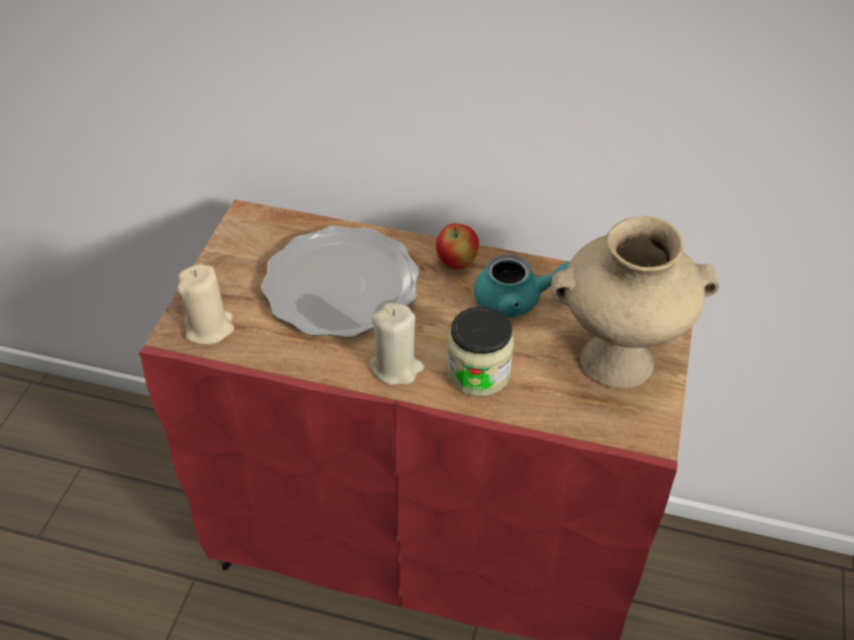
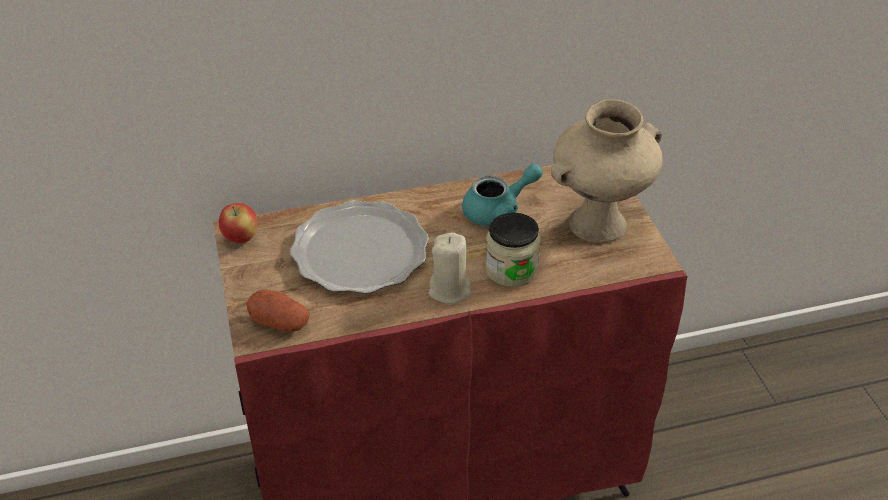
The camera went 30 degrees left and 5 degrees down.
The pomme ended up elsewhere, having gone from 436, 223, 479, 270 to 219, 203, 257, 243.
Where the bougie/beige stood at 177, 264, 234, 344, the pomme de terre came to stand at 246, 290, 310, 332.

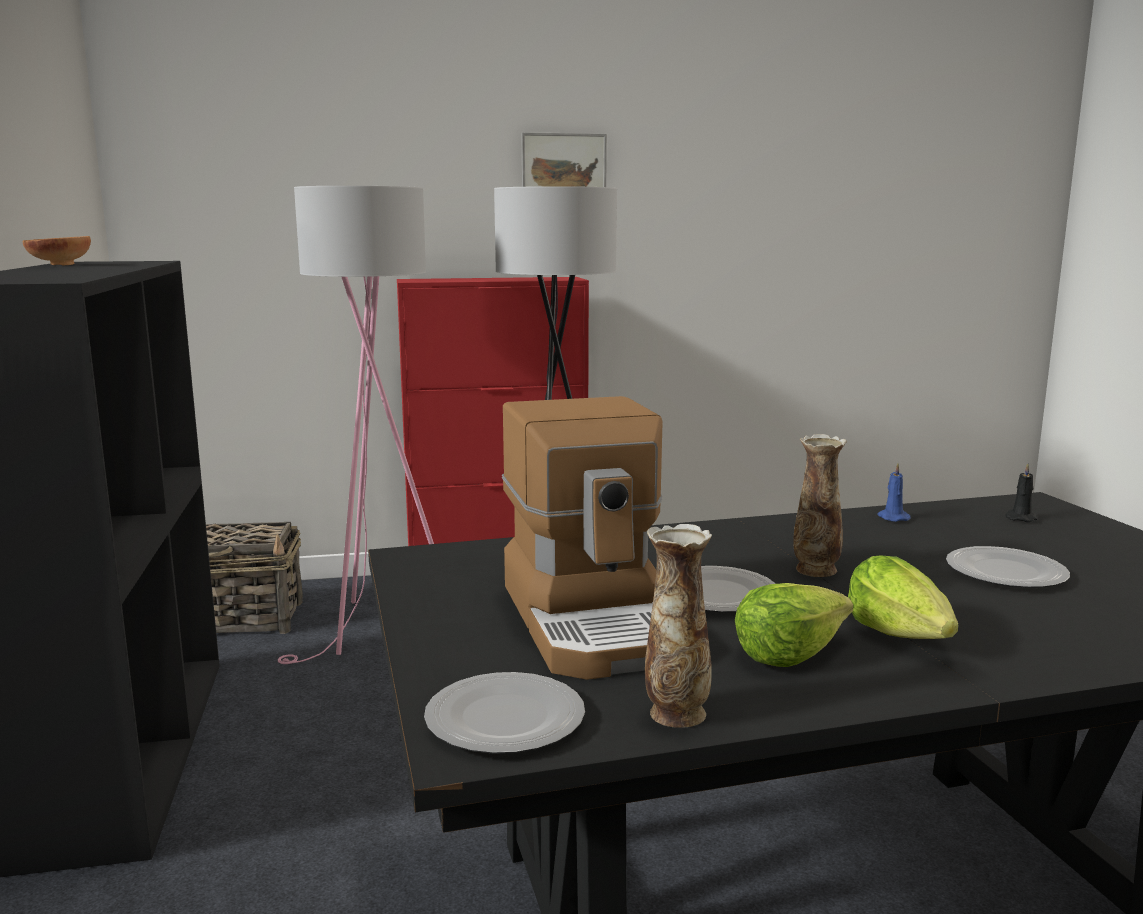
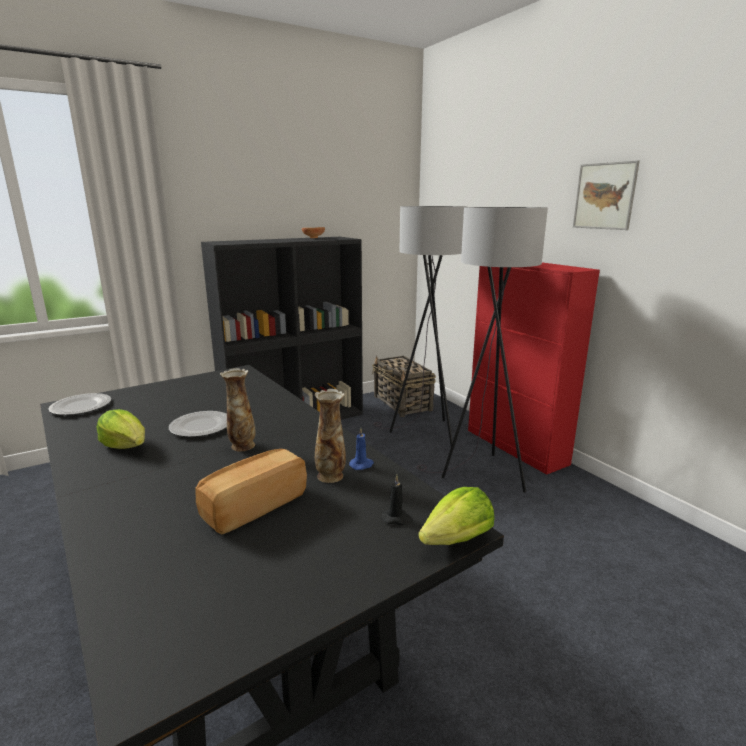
The camera went 70 degrees right and 5 degrees up.
Where the assiette stood at 946, 546, 1070, 588, the pain came to stand at 195, 449, 307, 534.
The vase ended up elsewhere, having gone from 645, 524, 712, 728 to 315, 389, 346, 483.
What was the lampadaire/rose at 278, 186, 434, 664 turned into the lampadaire/gris at 373, 206, 467, 446.
The laitue ended up elsewhere, having gone from 848, 555, 958, 639 to 418, 487, 495, 545.
The second view lost the machine à café at 502, 396, 662, 680.

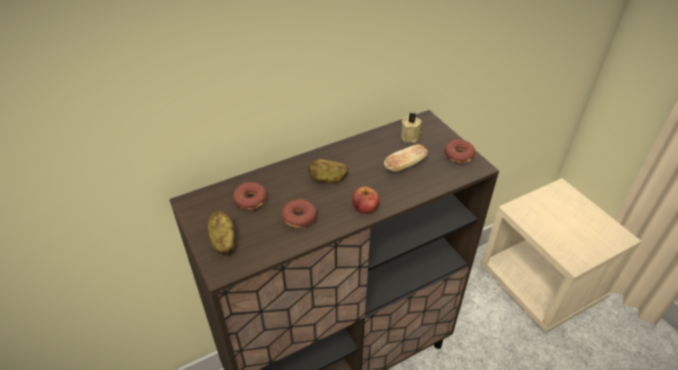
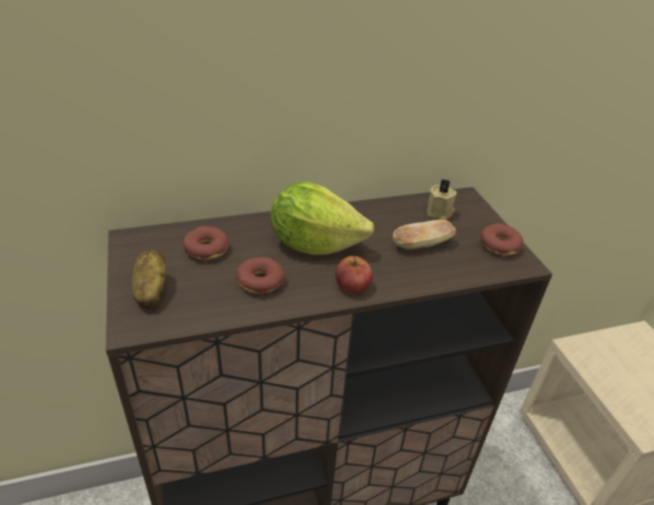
The camera went 10 degrees right and 5 degrees down.
Where the pomme de terre stood at 308, 159, 348, 184, the laitue came to stand at 271, 182, 374, 255.

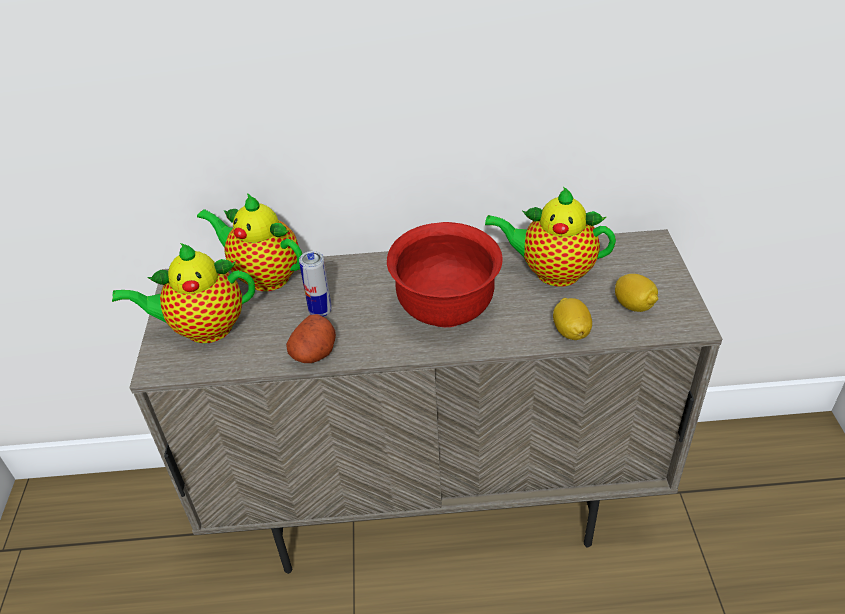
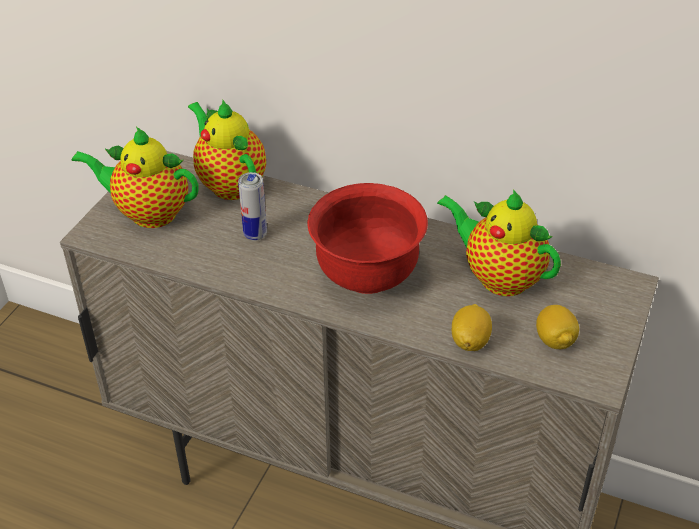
The camera went 25 degrees right and 0 degrees up.
The second view lost the pomme de terre at 286, 314, 336, 363.

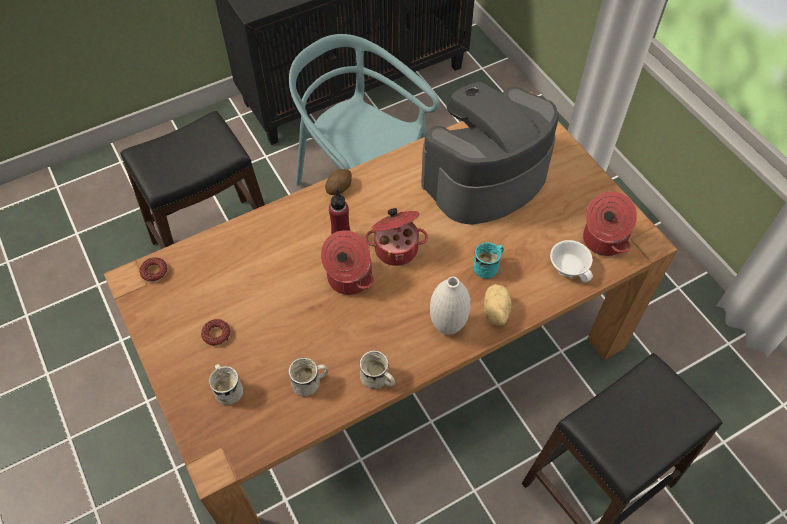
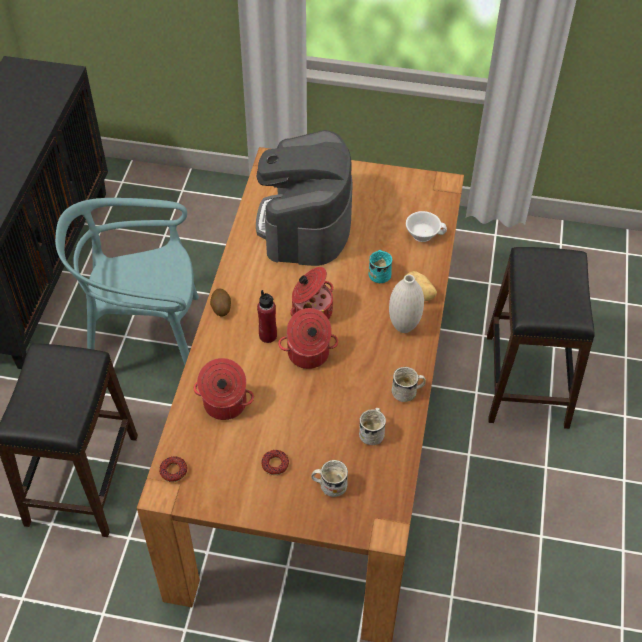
The camera went 50 degrees left and 5 degrees down.
The marmite ended up elsewhere, having gone from 583, 191, 637, 256 to 194, 358, 254, 420.

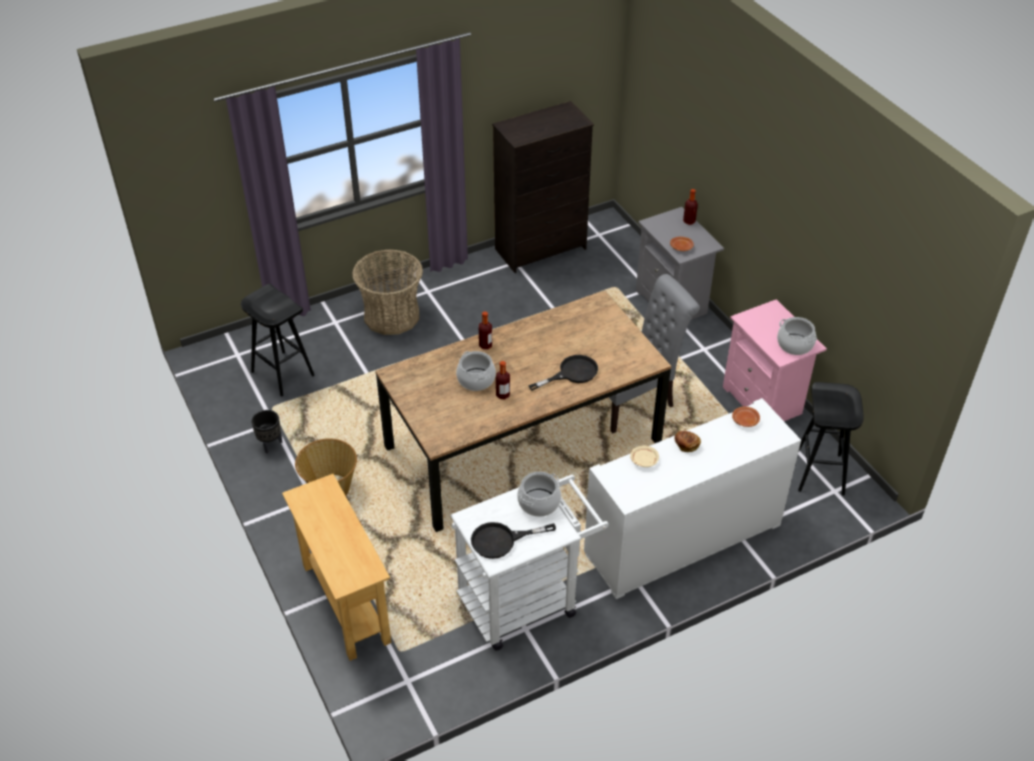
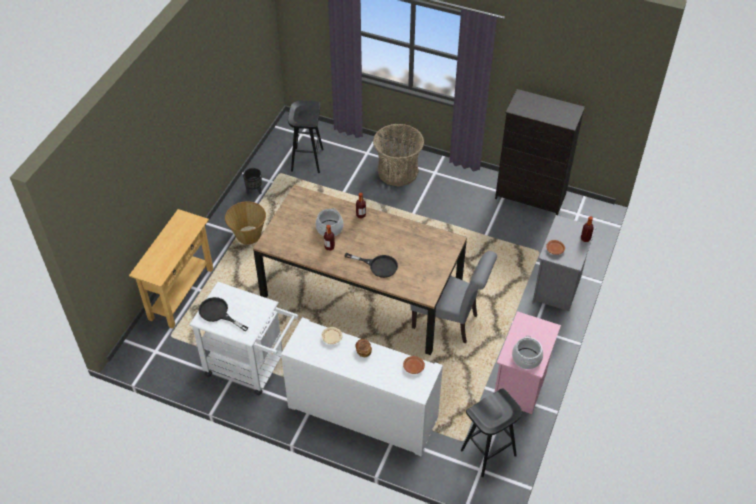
The camera went 50 degrees right and 5 degrees up.
The second view lost the marmite at 517, 472, 561, 517.

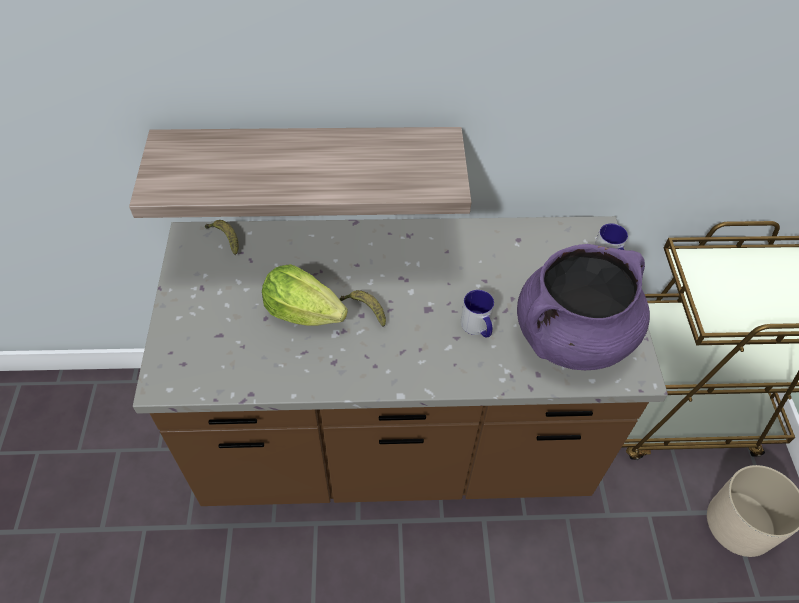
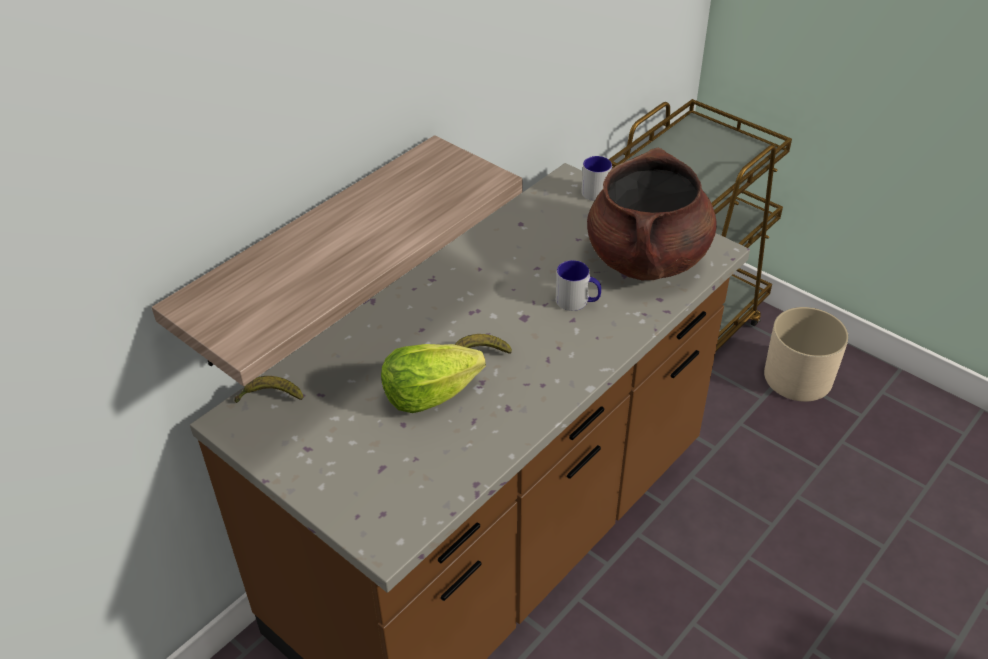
The camera went 45 degrees left and 10 degrees down.
What was the marmite/violet at 517, 244, 650, 370 turned into the marmite/marron at 587, 148, 717, 280.

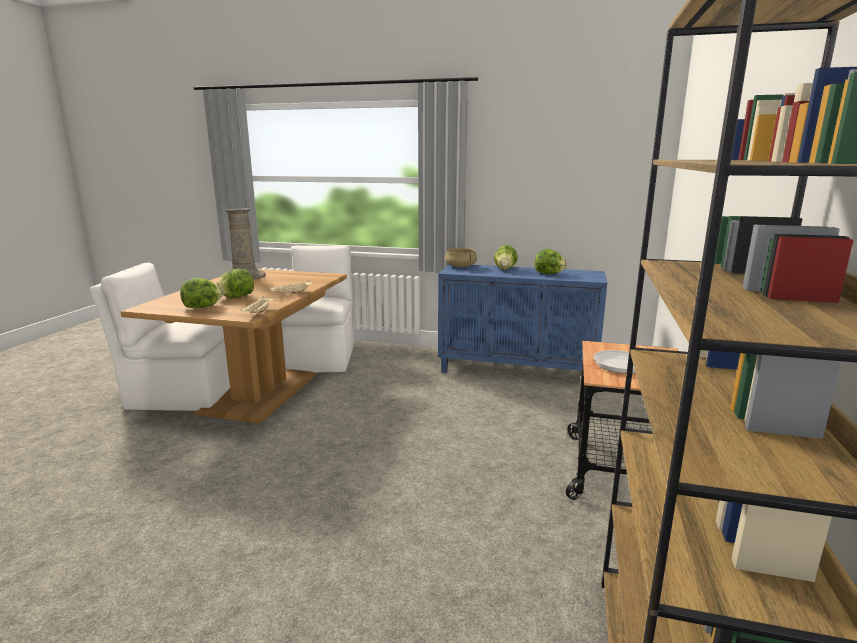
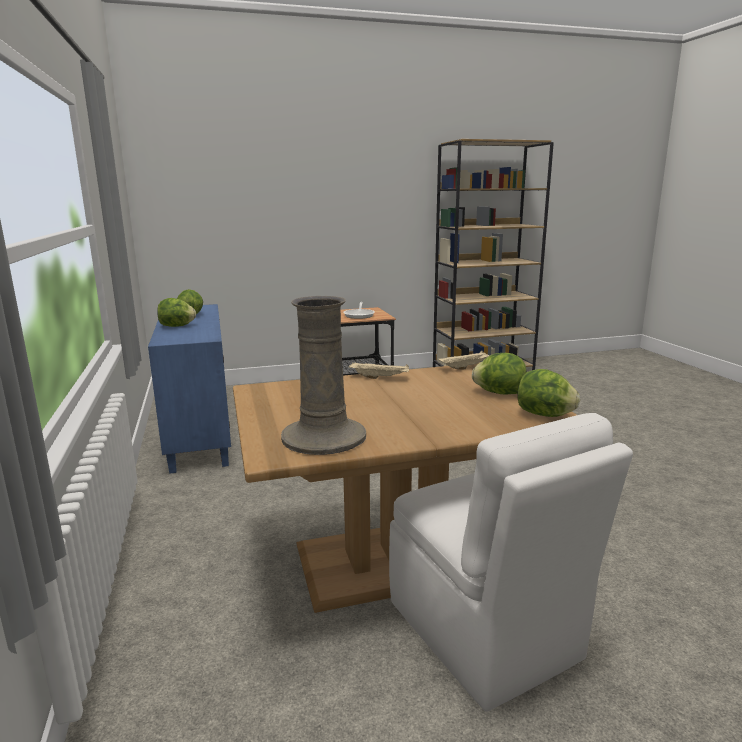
The camera went 120 degrees left and 0 degrees up.
The laitue ended up elsewhere, having gone from 216, 269, 254, 298 to 517, 369, 580, 417.
The second view lost the chaise/blanc at 282, 245, 354, 372.
The second view lost the marmite/beige at 445, 248, 477, 267.

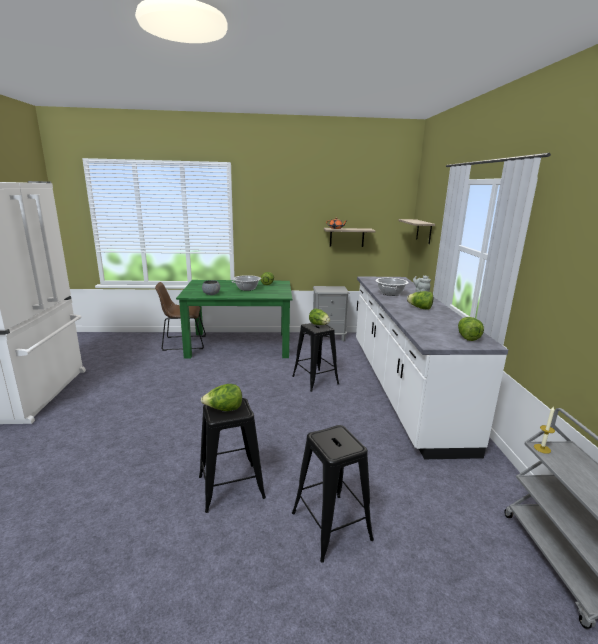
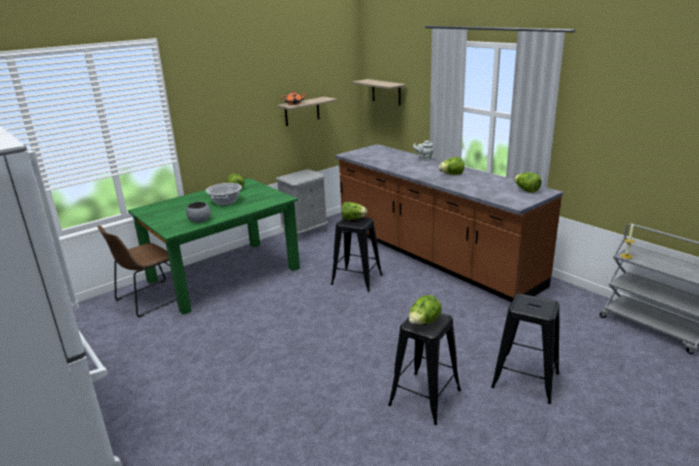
The camera went 35 degrees left and 5 degrees up.
What was the comptoir de cuisine/blanc at 356, 276, 508, 459 turned into the comptoir de cuisine/marron at 336, 144, 563, 302.
The second view lost the marmite at 375, 278, 409, 296.

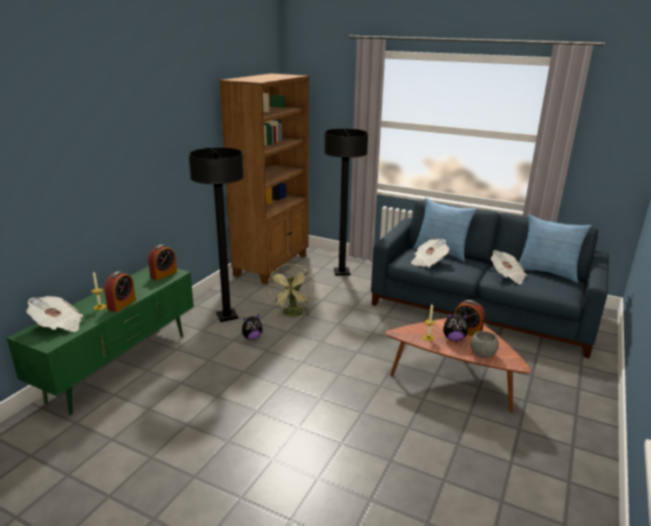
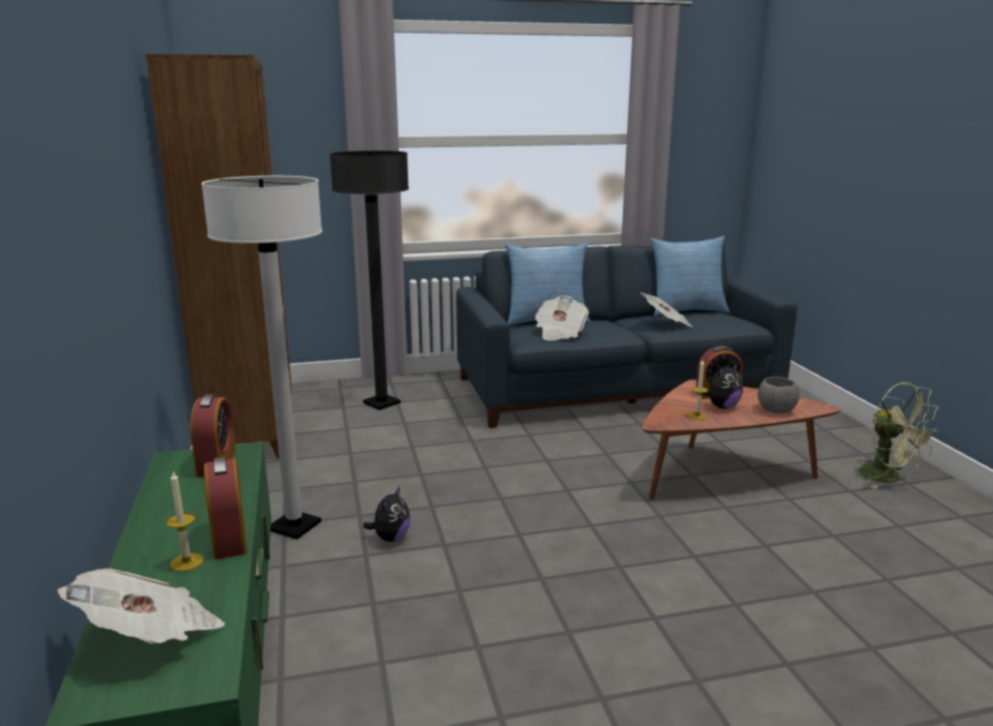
The camera went 40 degrees left and 5 degrees down.
What was the lampadaire/noir at 189, 147, 244, 322 turned into the lampadaire/blanc at 201, 176, 323, 539.
The ventilateur/vert ended up elsewhere, having gone from 268, 264, 315, 317 to 857, 382, 940, 489.

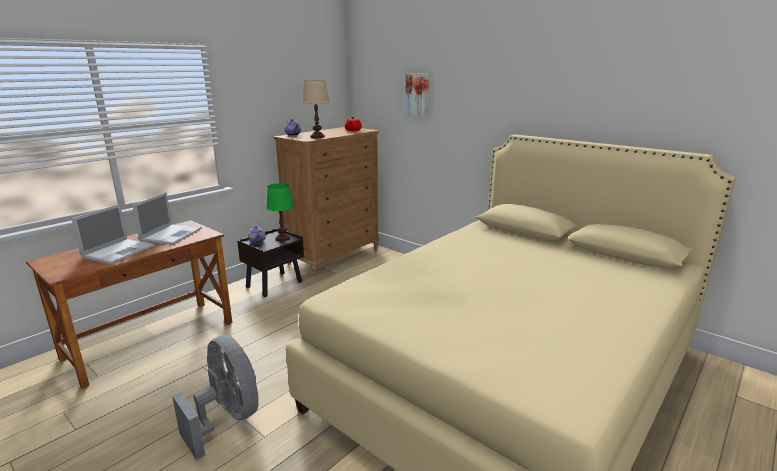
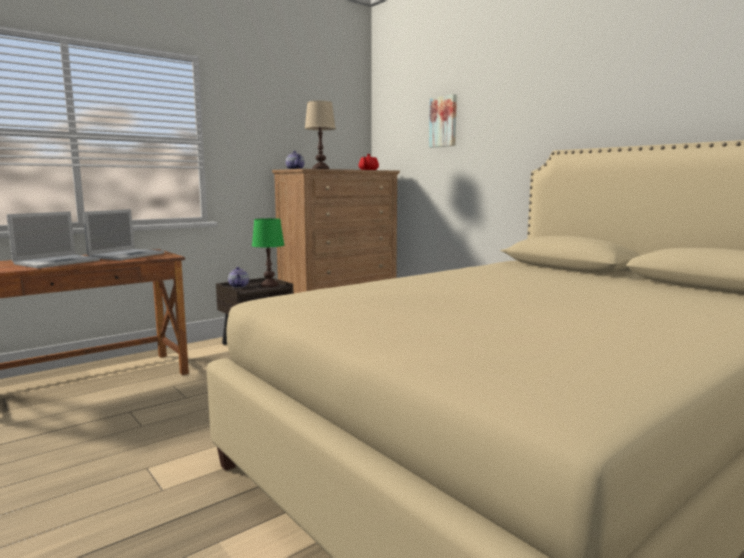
The camera went 10 degrees right and 10 degrees down.
The second view lost the ventilateur/gris at 172, 335, 259, 460.

